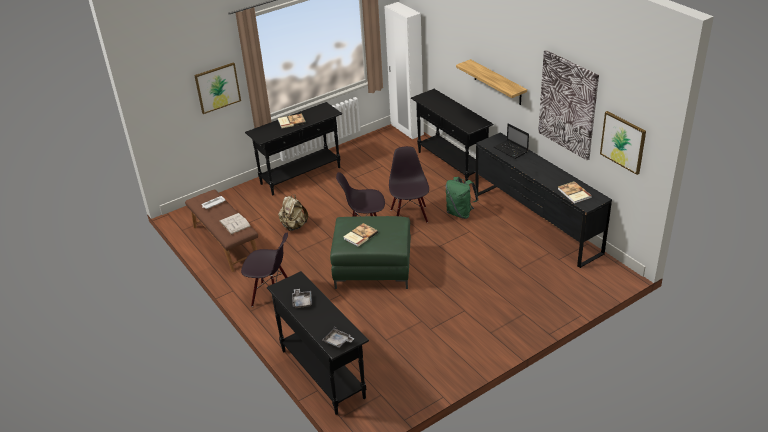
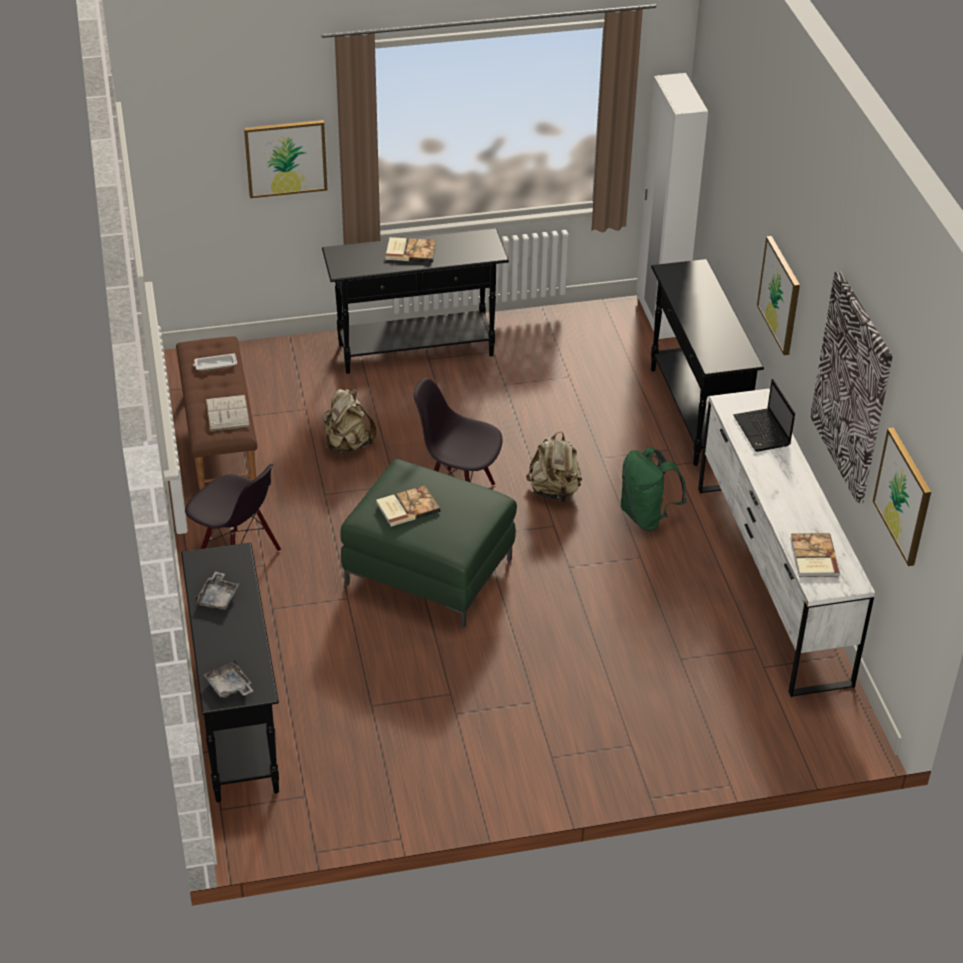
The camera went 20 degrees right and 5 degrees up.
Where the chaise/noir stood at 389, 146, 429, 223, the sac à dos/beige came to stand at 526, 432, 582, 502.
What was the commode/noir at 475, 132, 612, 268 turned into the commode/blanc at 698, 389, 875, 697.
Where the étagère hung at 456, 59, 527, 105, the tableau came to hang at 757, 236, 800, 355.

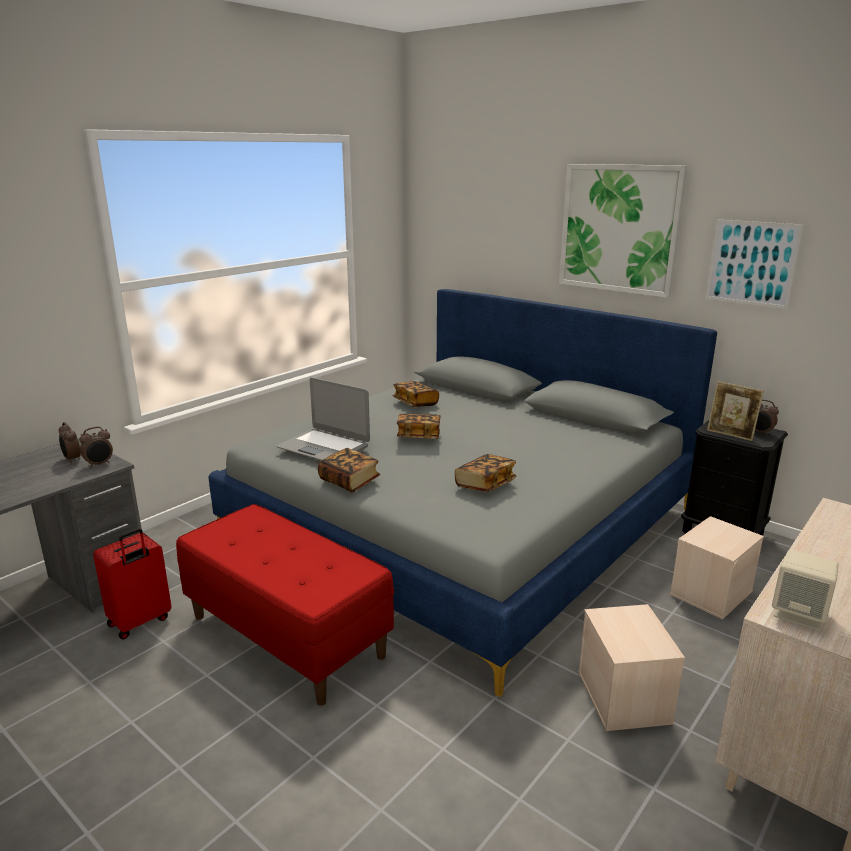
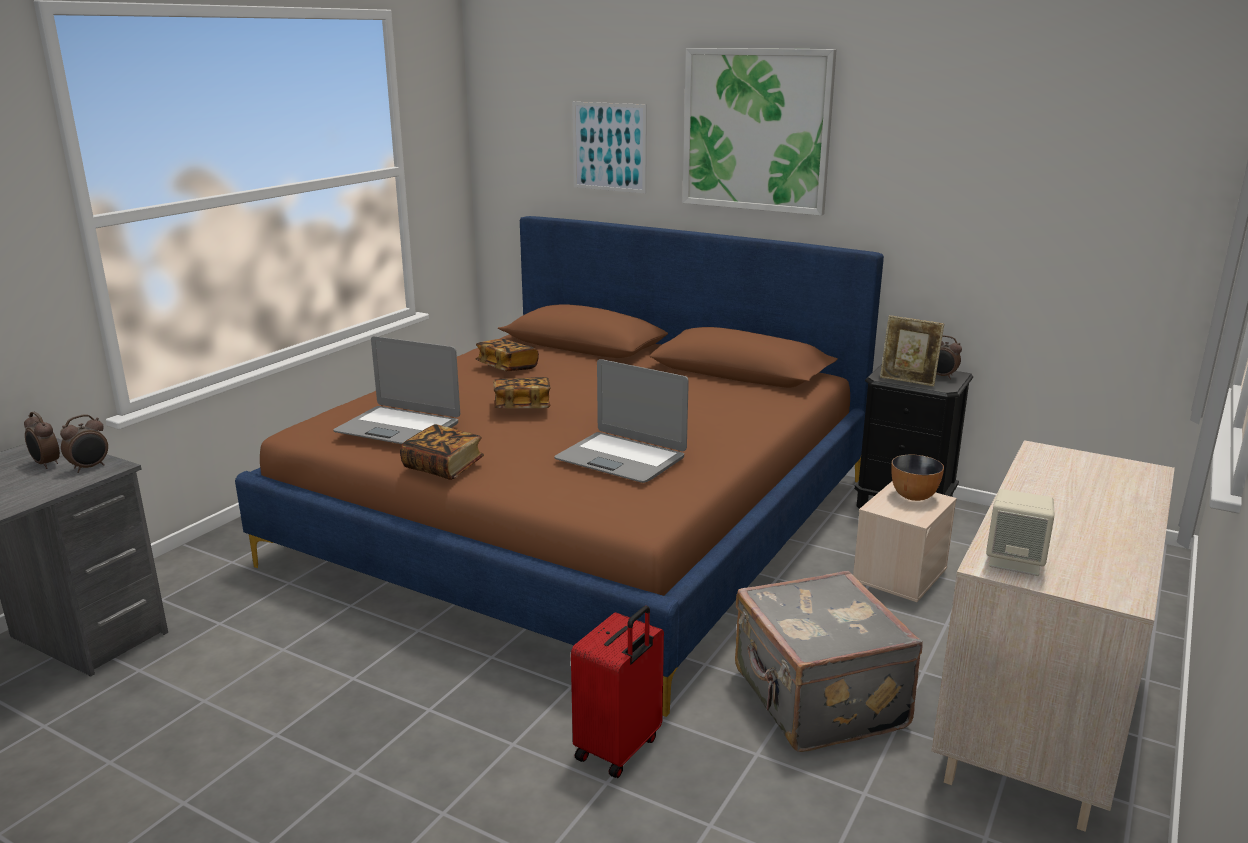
The camera went 10 degrees left and 0 degrees up.
What was the lit/gris at 209, 289, 717, 697 turned into the lit/marron at 235, 216, 884, 717.
Where the livre stood at 455, 454, 516, 492, the ordinateur portable came to stand at 554, 359, 689, 483.
The valise/rouge ended up elsewhere, having gone from 93, 528, 172, 639 to 571, 606, 664, 778.
The tableau ended up elsewhere, having gone from 705, 219, 804, 309 to 572, 102, 647, 194.
Where the boîte de rangement/beige stood at 578, 604, 685, 731, the valise/gris came to stand at 735, 571, 923, 752.
The second view gained the bol at 891, 455, 944, 501.
The second view lost the banc/rouge at 176, 504, 394, 706.

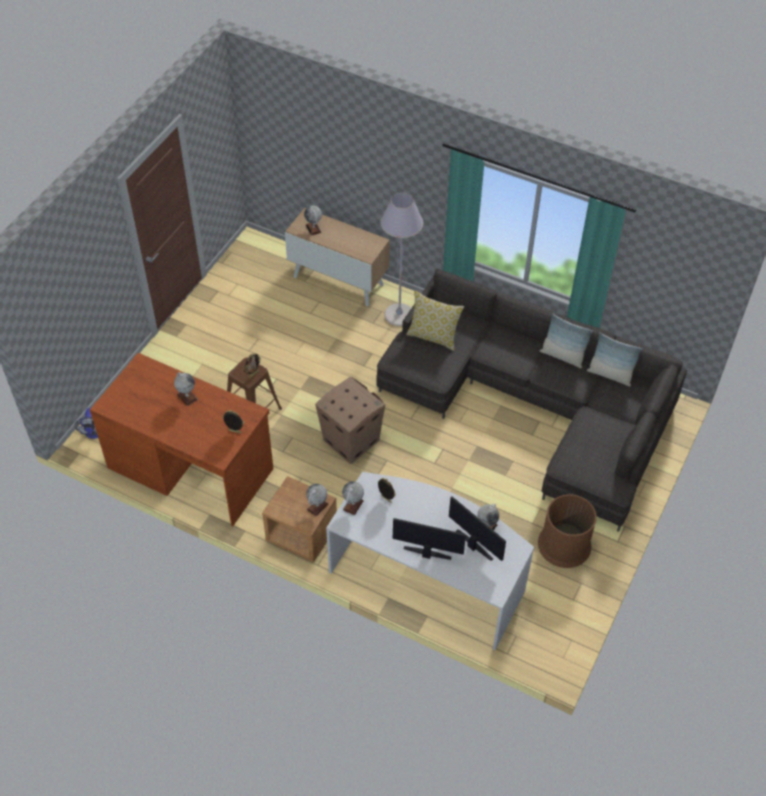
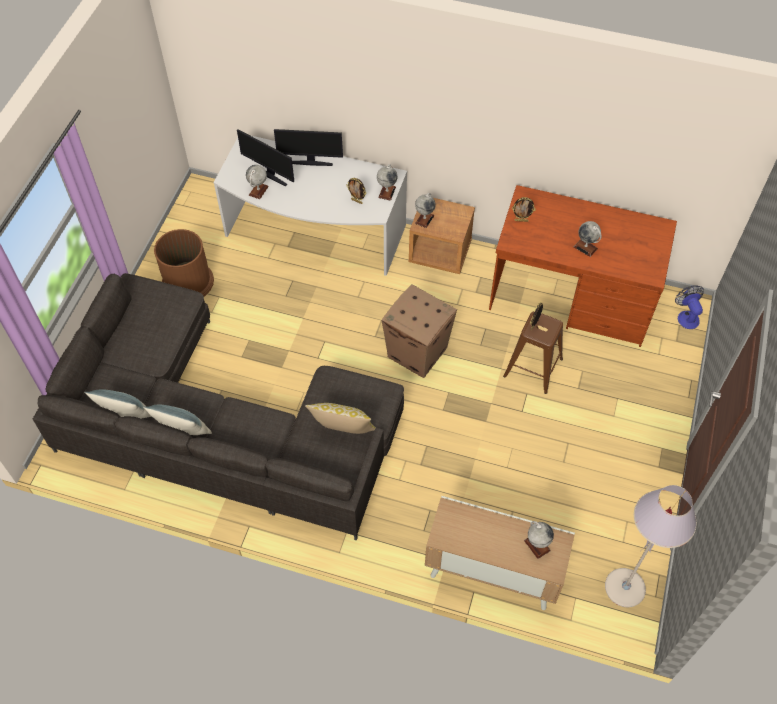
The camera went 170 degrees right and 5 degrees up.
The lampadaire/gris ended up elsewhere, having gone from 380, 193, 423, 326 to 605, 485, 697, 607.

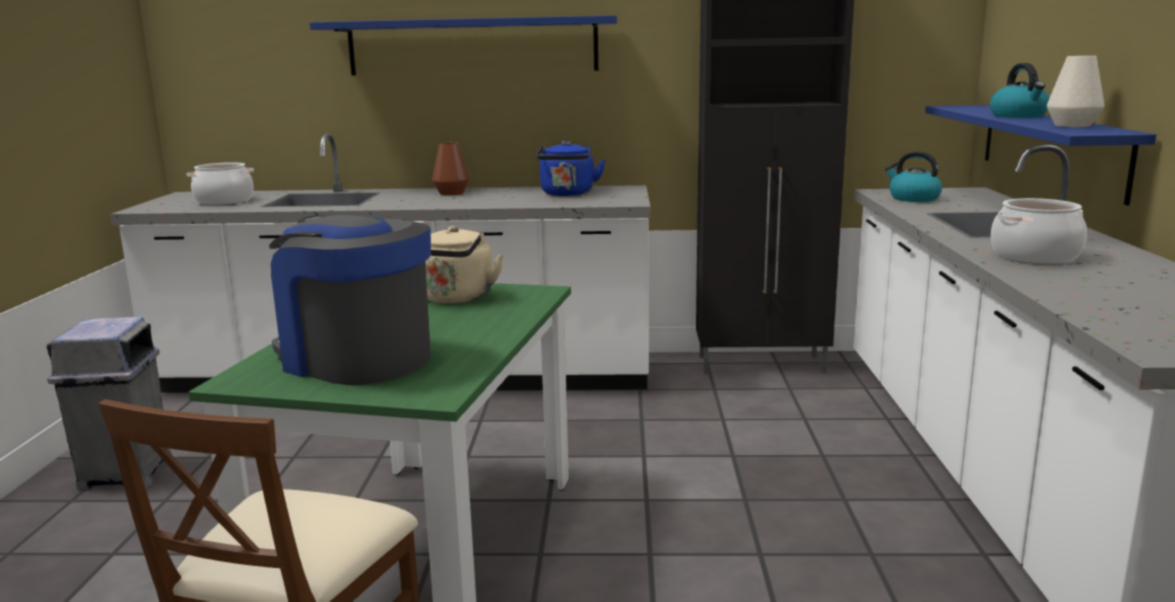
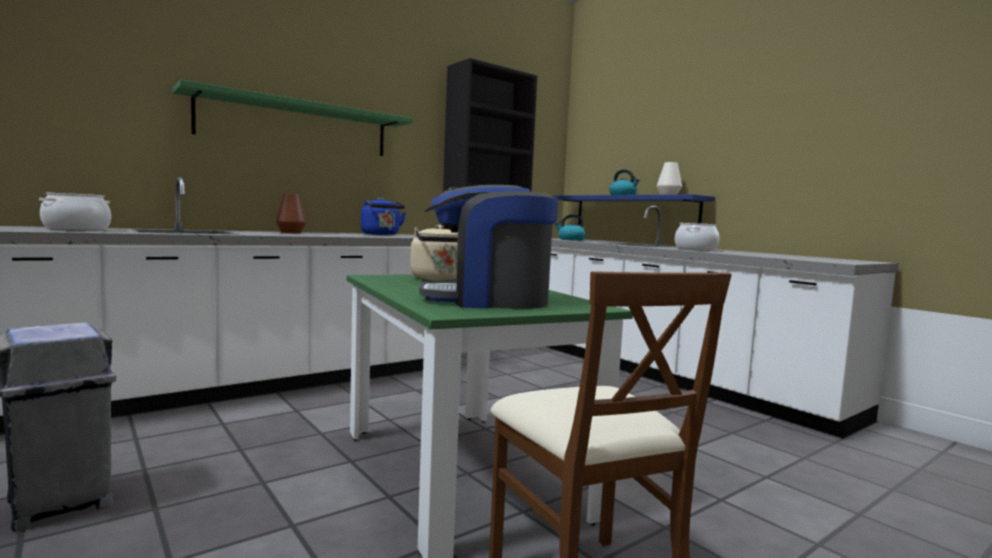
The camera went 40 degrees left and 10 degrees down.
What was the étagère/bleu at 310, 15, 617, 76 turned into the étagère/vert at 172, 79, 414, 156.

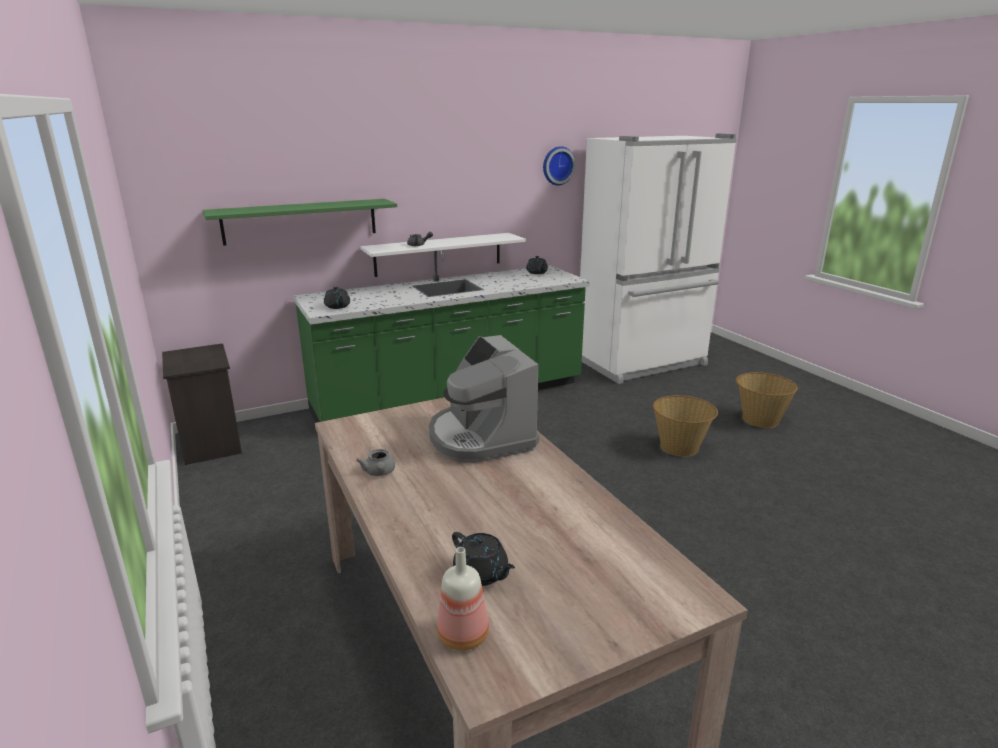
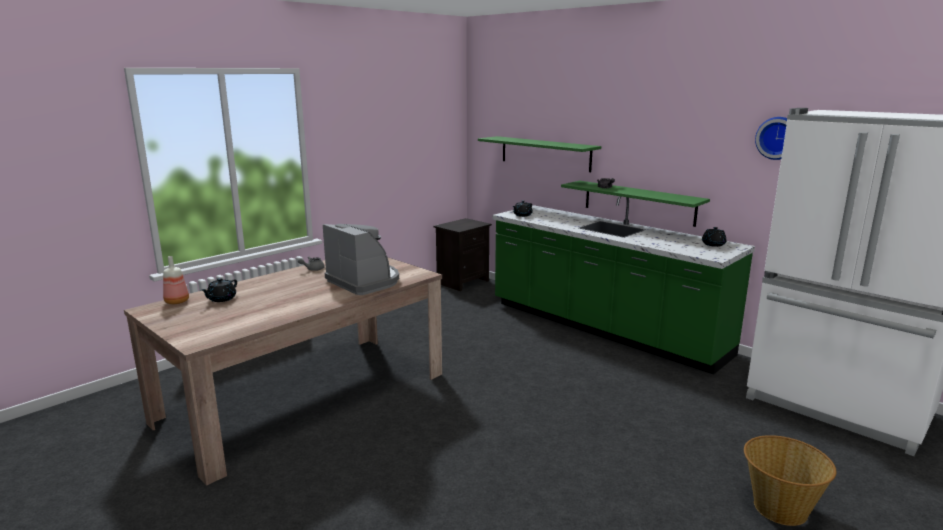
The camera went 70 degrees right and 5 degrees down.
The machine à café at 429, 335, 539, 463 ended up facing another way, 90 degrees clockwise from before.
What was the étagère/blanc at 360, 233, 526, 277 turned into the étagère/vert at 561, 181, 710, 227.
The second view lost the panier at 653, 395, 718, 457.

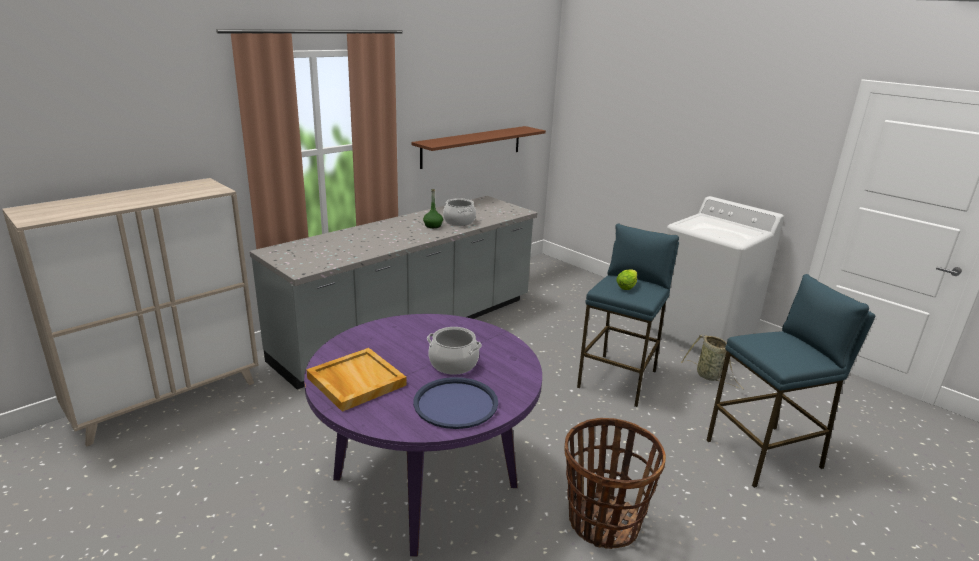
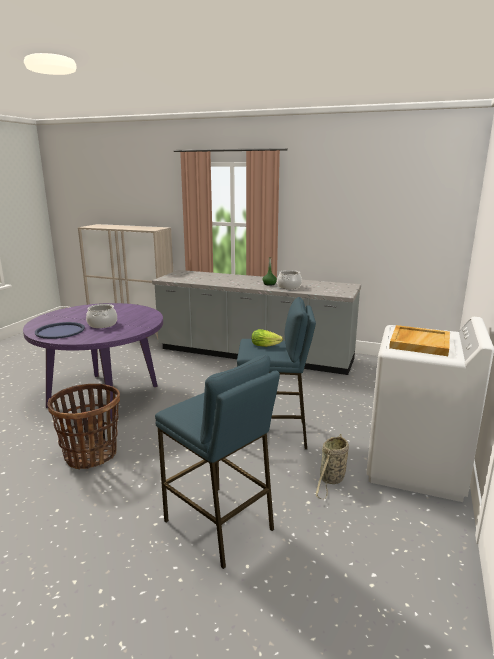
The camera went 65 degrees right and 5 degrees down.
The plateau/beige ended up elsewhere, having gone from 306, 348, 407, 412 to 389, 325, 450, 356.
The second view lost the étagère/marron at 411, 126, 546, 169.

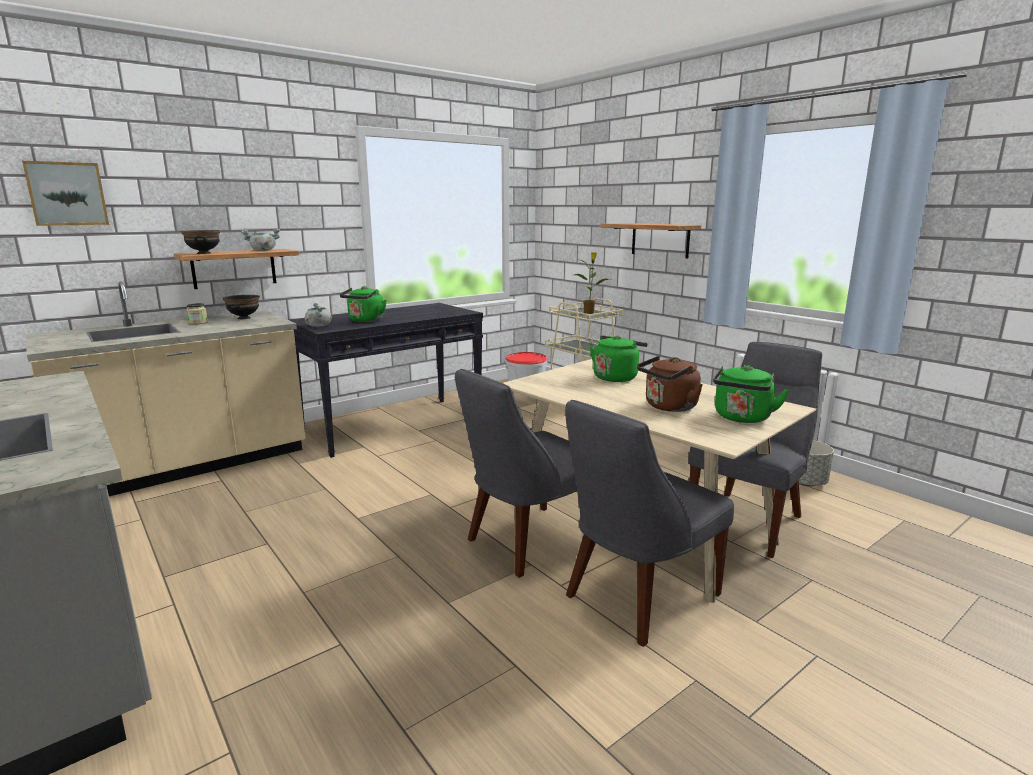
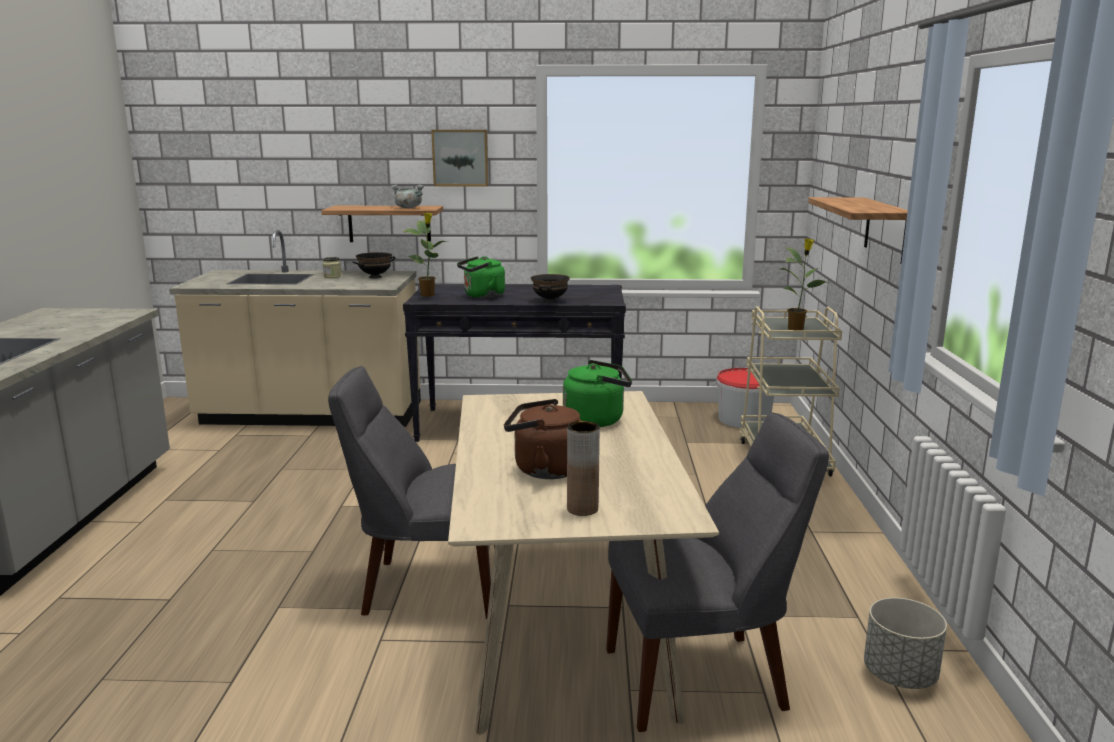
The camera went 40 degrees right and 0 degrees up.
Where the marmite/gris stood at 305, 303, 332, 327, the plante en pot came to stand at 403, 212, 449, 297.
The tableau ended up elsewhere, having gone from 22, 161, 109, 226 to 431, 130, 489, 186.
The bol/noir ended up elsewhere, having gone from 181, 230, 220, 254 to 531, 274, 570, 303.
Where the bouilloire/vert stood at 713, 365, 789, 423, the vase/marron came to stand at 567, 421, 600, 516.
The second view lost the chaise/gris at 565, 400, 734, 647.

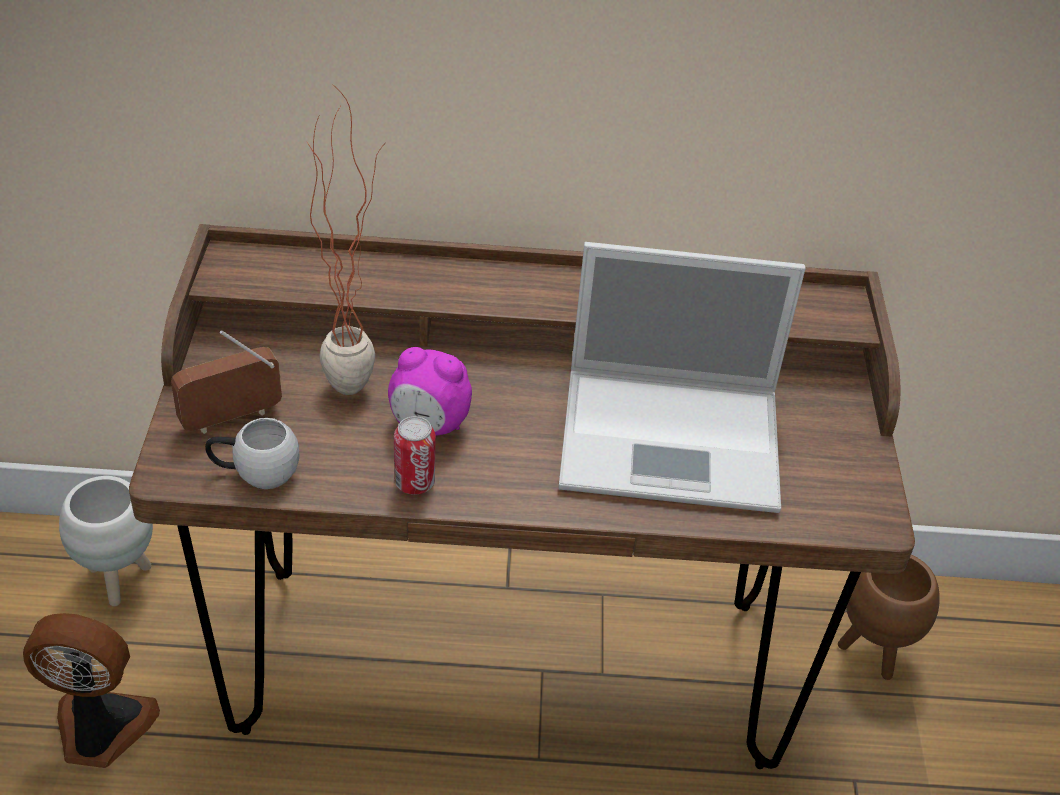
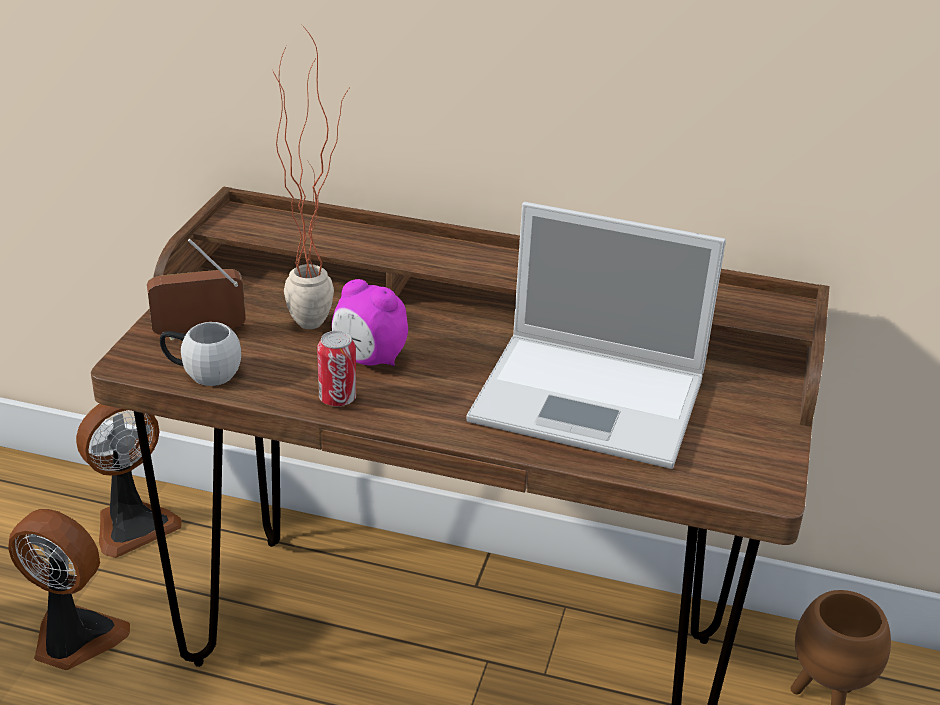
The camera went 15 degrees right and 10 degrees down.
Where the cache-pot/blanc stood at 59, 476, 153, 606, the ventilateur came to stand at 76, 404, 182, 558.

